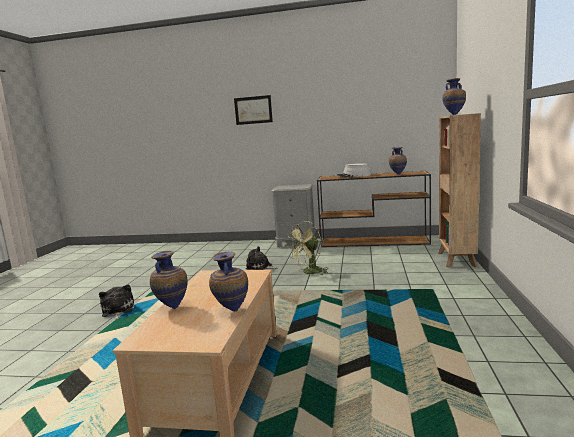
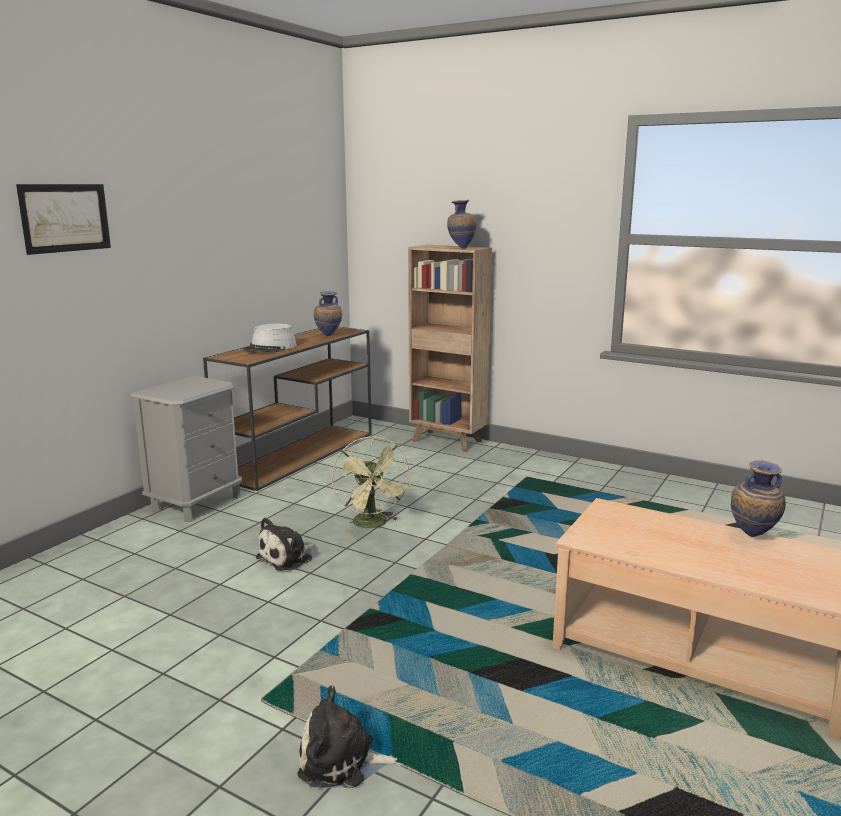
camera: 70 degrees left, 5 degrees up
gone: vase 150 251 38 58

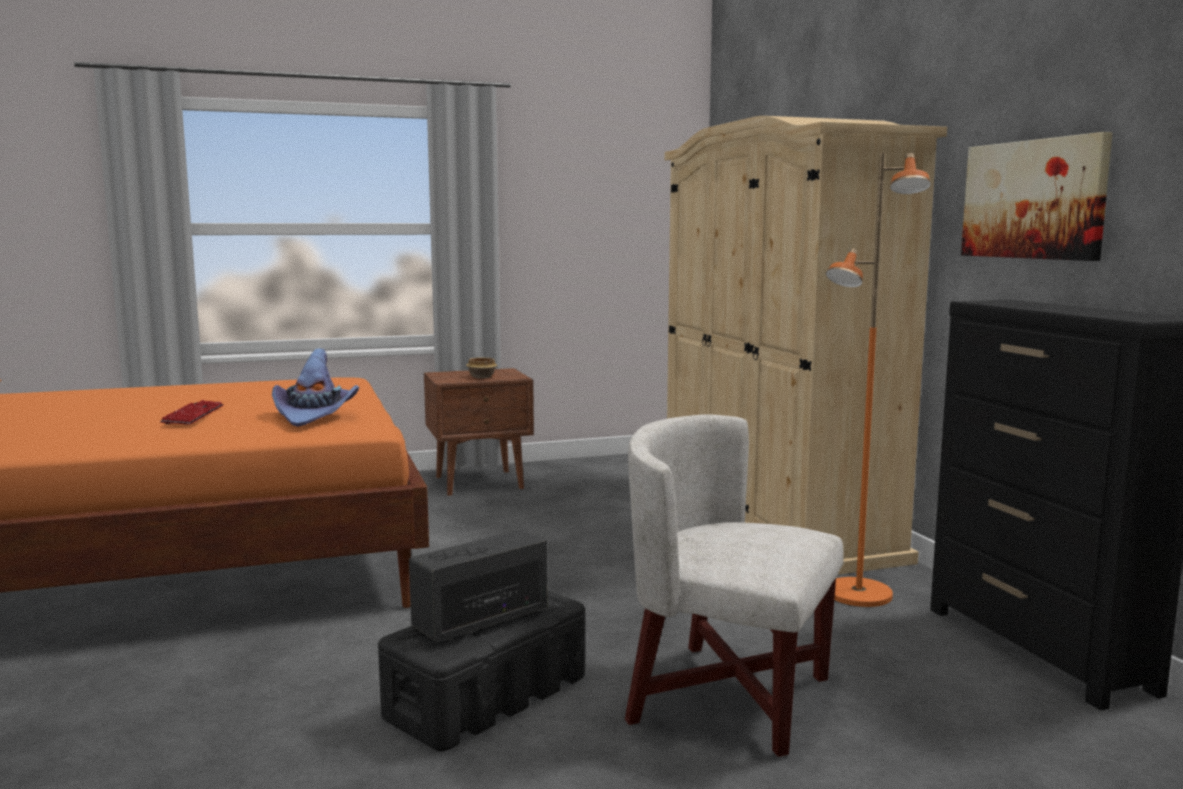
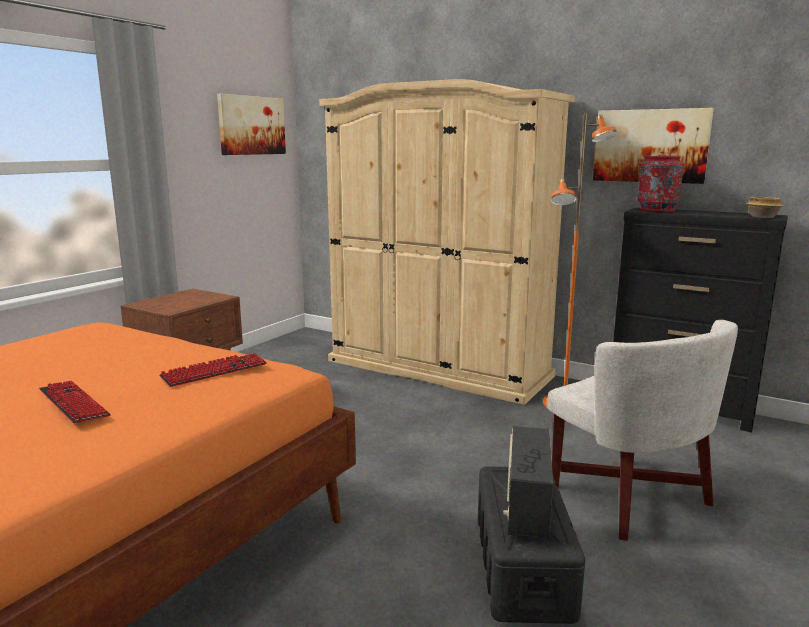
camera: 40 degrees left, 5 degrees up
new: picture 217 94 69 61; vase/red 637 155 48 57
shifted: bowl 466 357 31 21 to 746 197 37 21
swapped: hat/purple 272 349 88 78 to keyboard 159 353 108 34
rotated: armchair/white 625 414 219 343 = 547 320 191 221 105 degrees counterclockwise

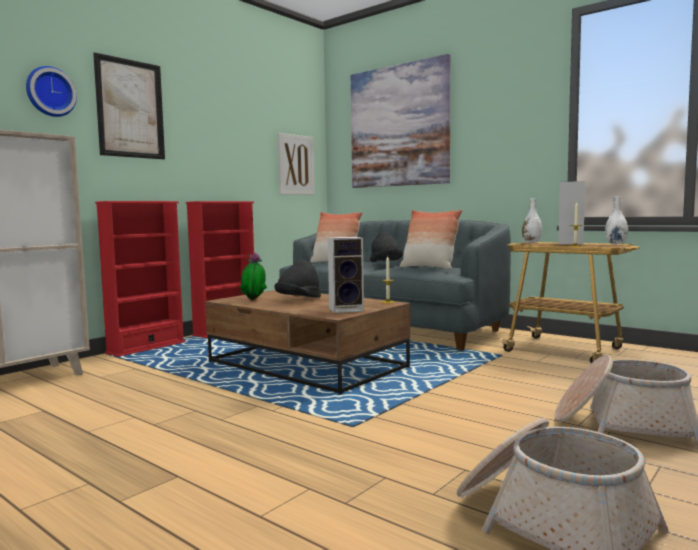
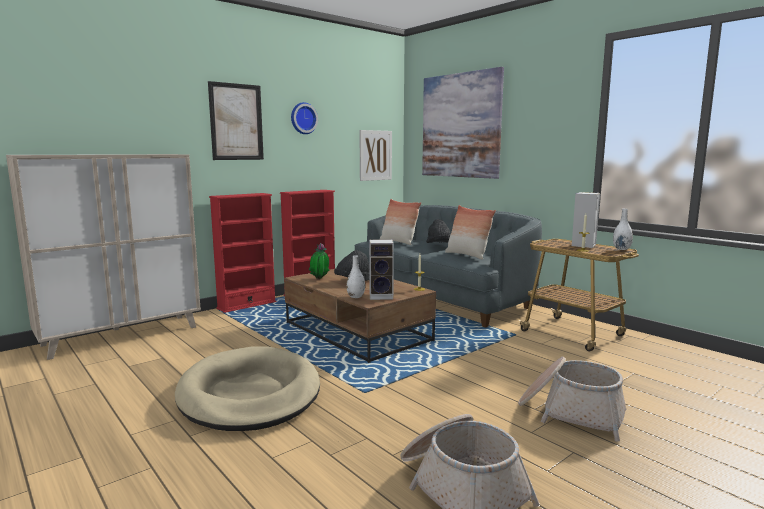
camera: 10 degrees right, 5 degrees up
new: dog bed/beige 175 346 145 85
shifted: wall clock 26 66 51 51 to 291 102 27 32; vase/white 522 199 20 44 to 346 255 19 43

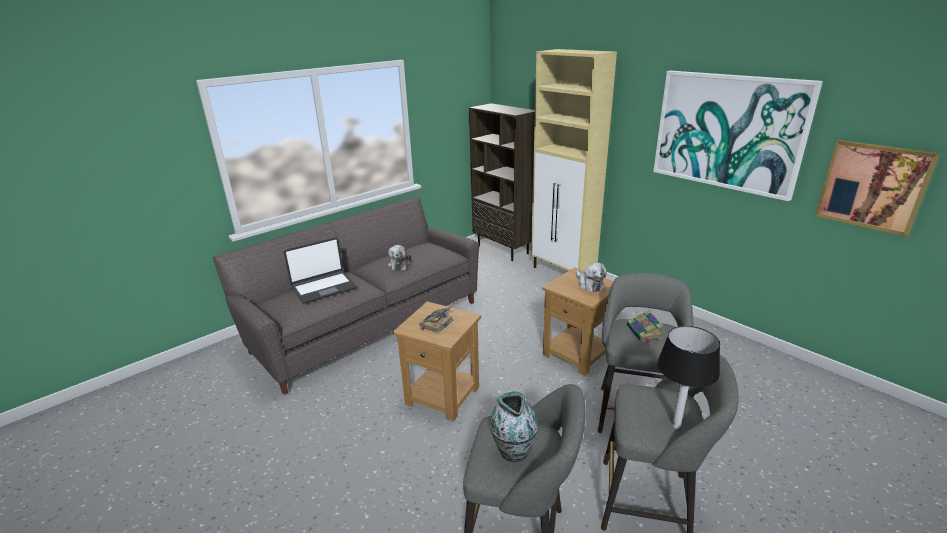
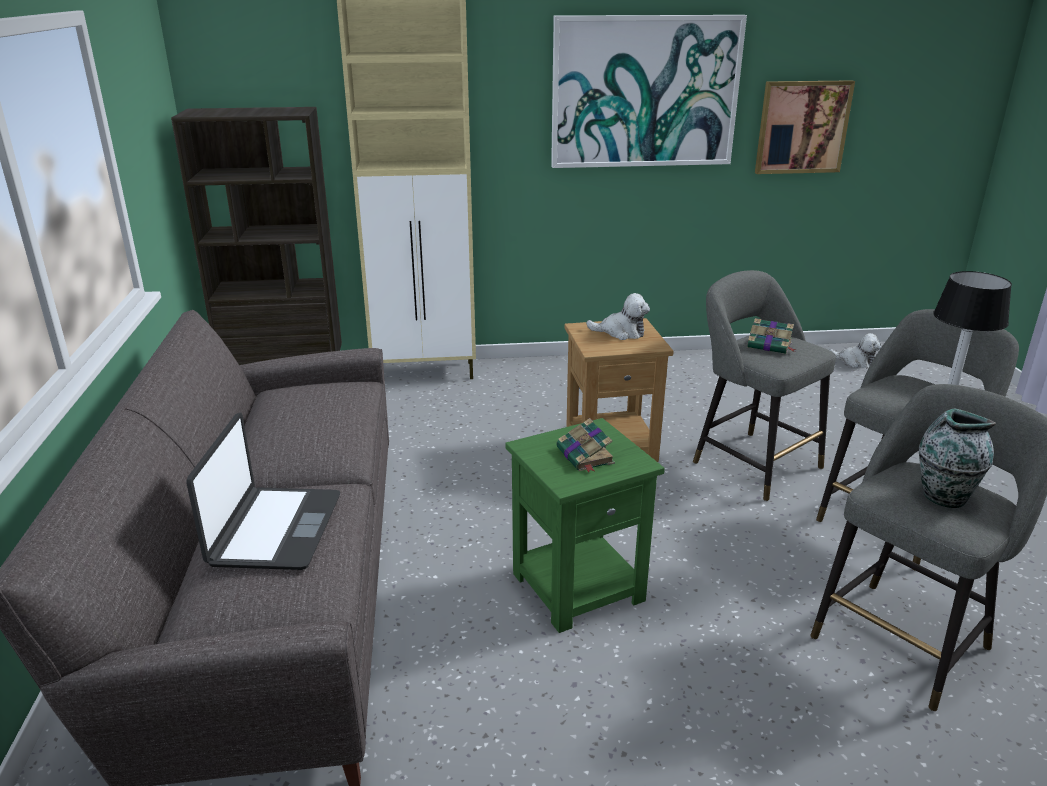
camera: 55 degrees left, 0 degrees up
shifted: plush toy 388 245 23 26 to 829 333 52 35
repainted: side table/brown 393 302 88 120 to side table/green 505 418 160 215

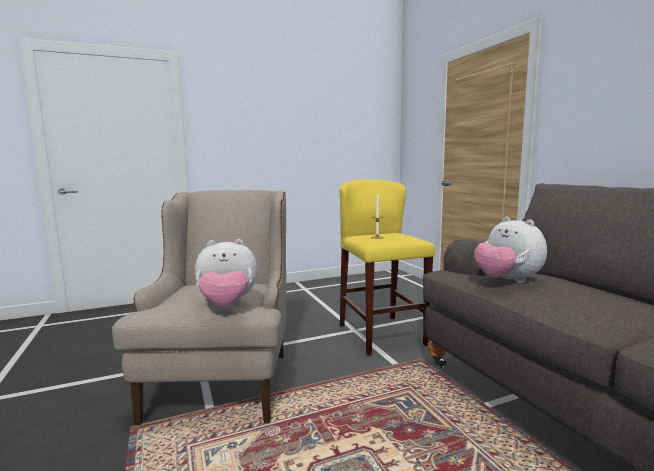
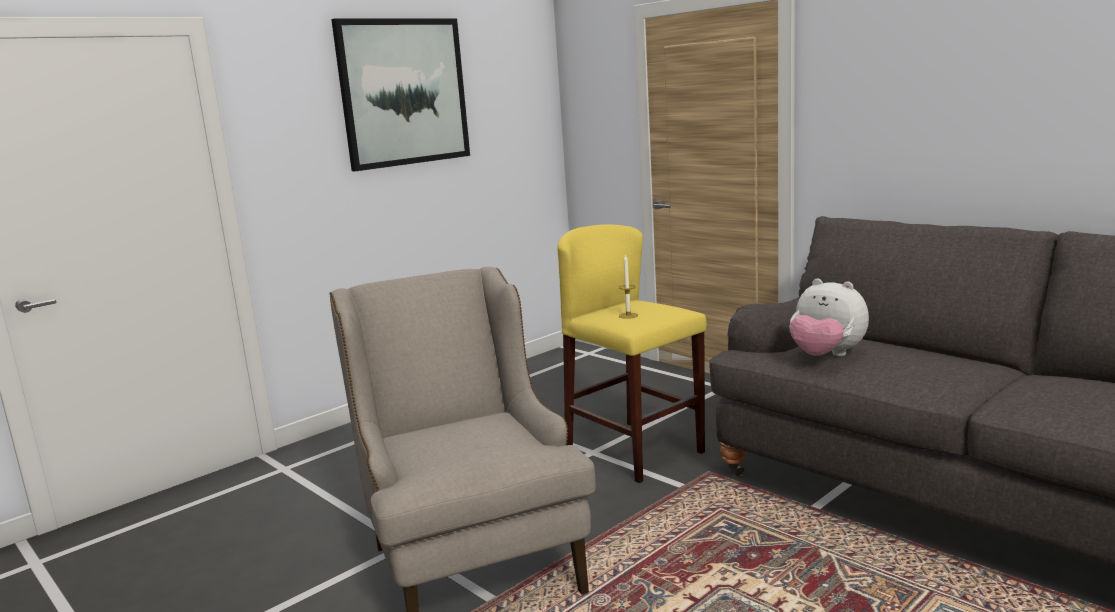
camera: 20 degrees left, 5 degrees up
gone: plush toy 195 239 63 68
new: picture 331 18 139 153

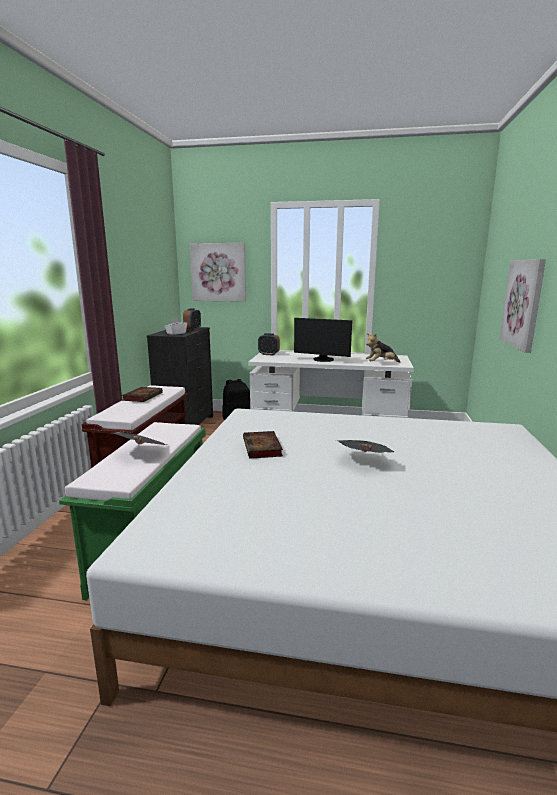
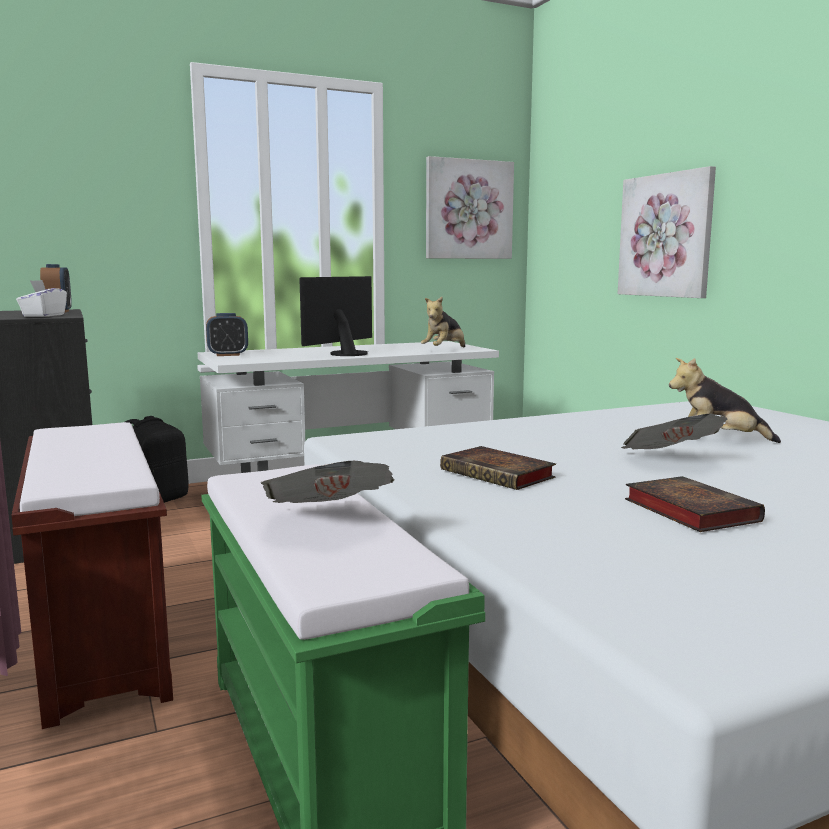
camera: 35 degrees left, 5 degrees down
new: plush toy 669 358 112 85
shifted: picture 190 243 56 59 to 426 156 88 103; book 122 387 41 15 to 625 476 140 56
rotated: monitor 294 318 58 44 = 299 276 73 80 135 degrees clockwise

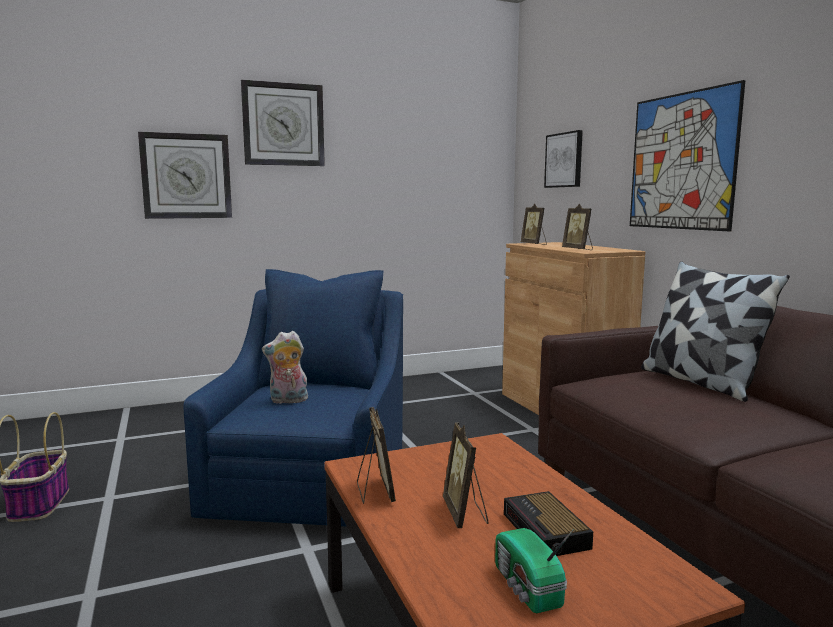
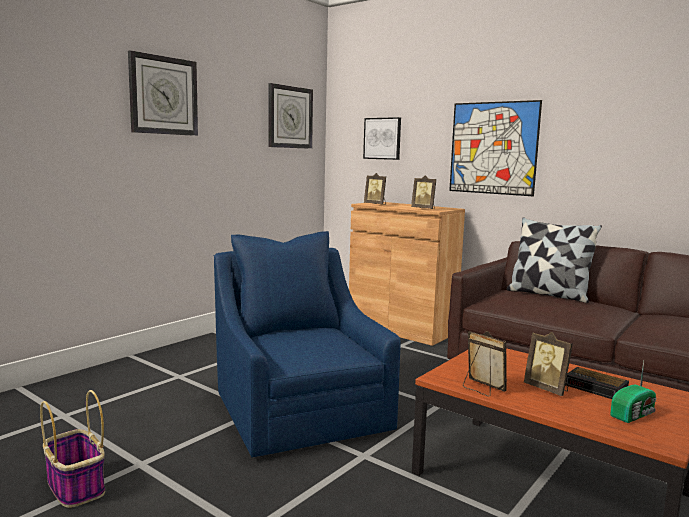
camera: 30 degrees left, 0 degrees up
gone: plush toy 262 331 46 73
shifted: wall clock 138 132 94 87 to 269 83 44 66
rotated: radio 495 528 79 85 = 610 361 46 62 75 degrees counterclockwise

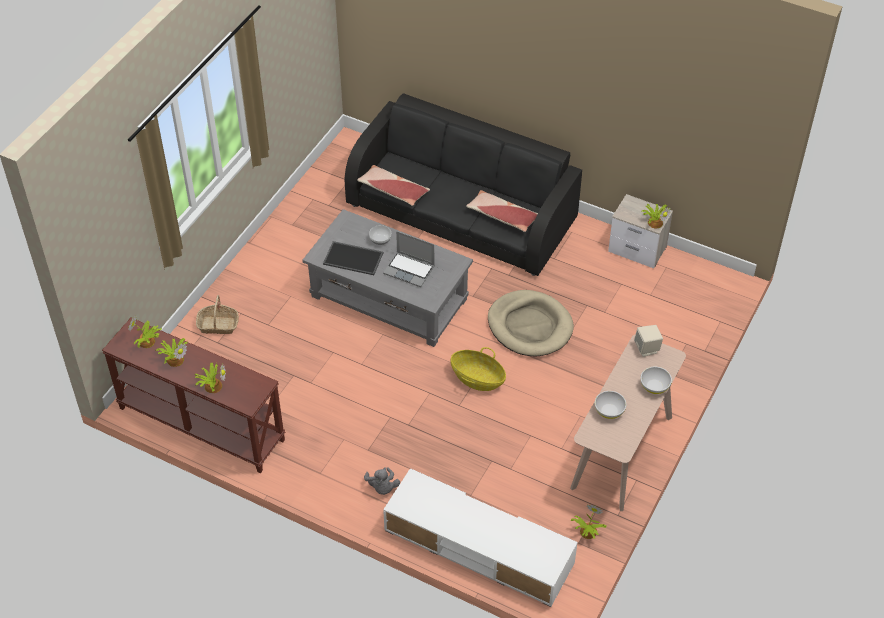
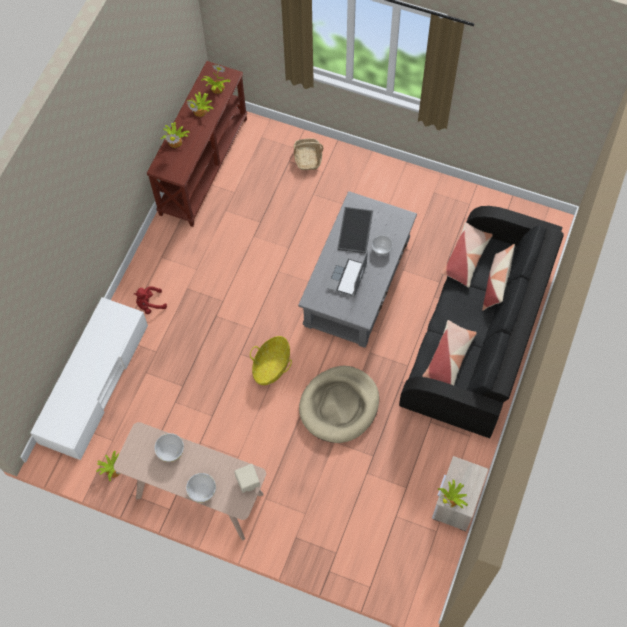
camera: 85 degrees right, 15 degrees up
new: pillow 482 244 33 67
repainted: plush toy/grey 364 467 36 28 to plush toy/red 134 286 33 28

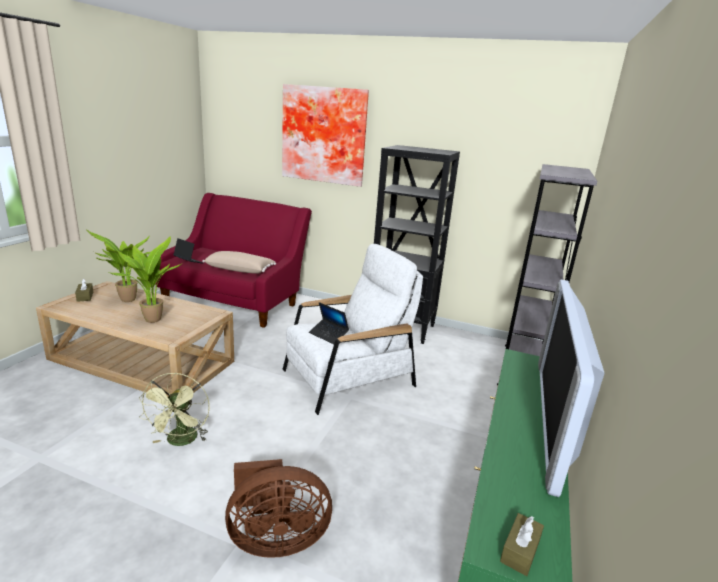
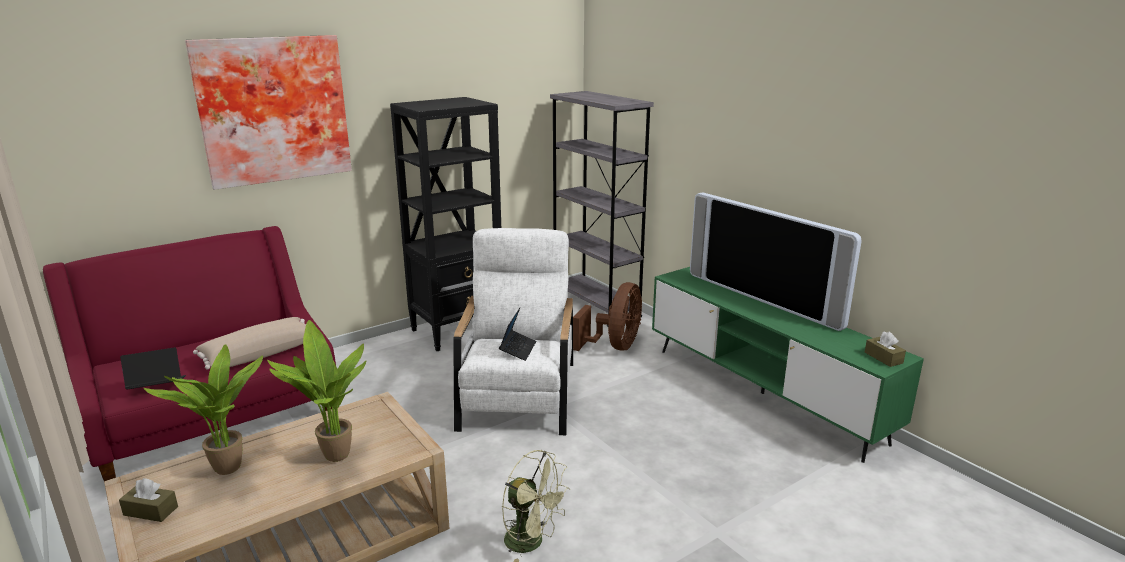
camera: 55 degrees left, 0 degrees up
shifted: fan/brown 225 459 107 99 to 573 282 69 69
rotated: laptop 309 302 40 42 = 499 308 37 53 60 degrees counterclockwise

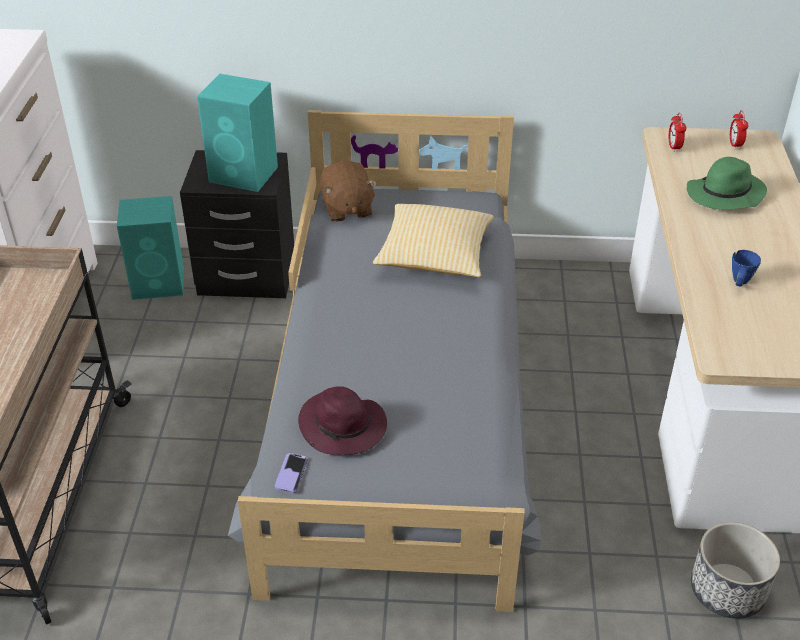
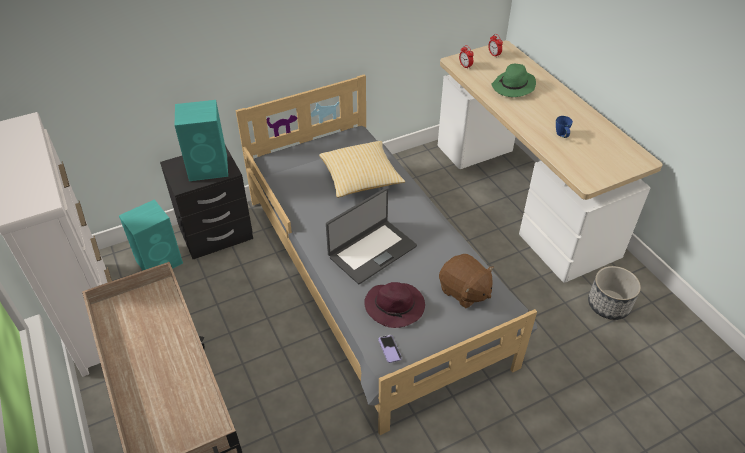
camera: 30 degrees left, 5 degrees up
new: laptop 326 188 91 96
shifted: plush toy/brown 320 161 57 61 to 439 254 55 54

